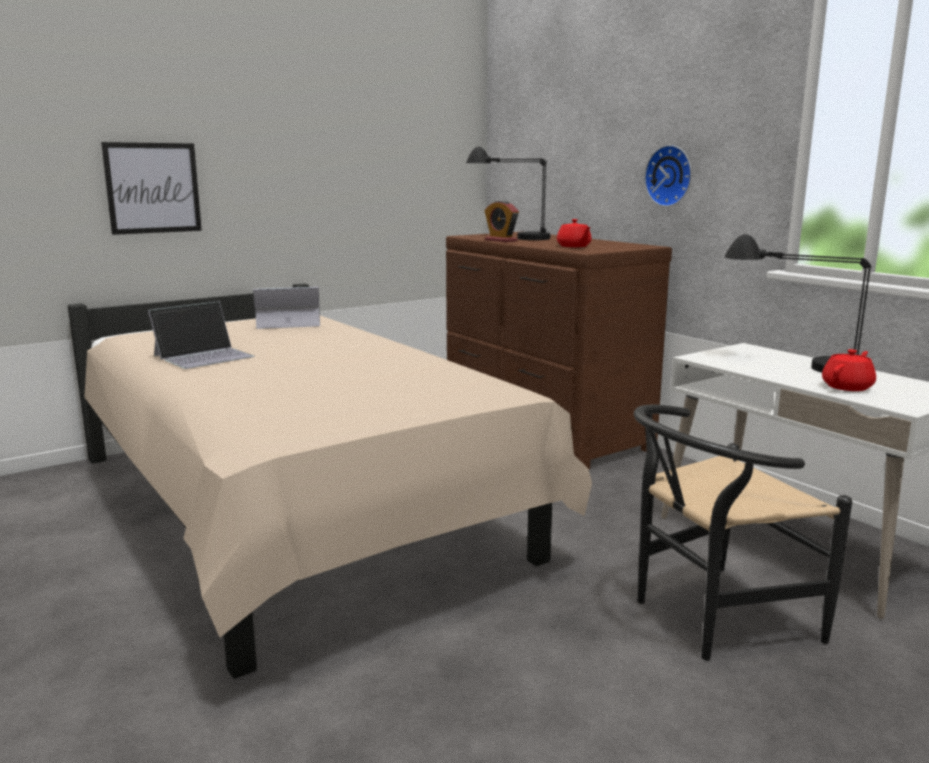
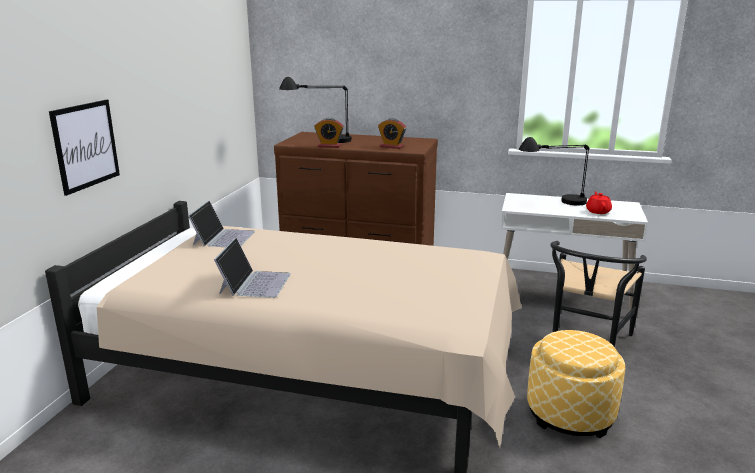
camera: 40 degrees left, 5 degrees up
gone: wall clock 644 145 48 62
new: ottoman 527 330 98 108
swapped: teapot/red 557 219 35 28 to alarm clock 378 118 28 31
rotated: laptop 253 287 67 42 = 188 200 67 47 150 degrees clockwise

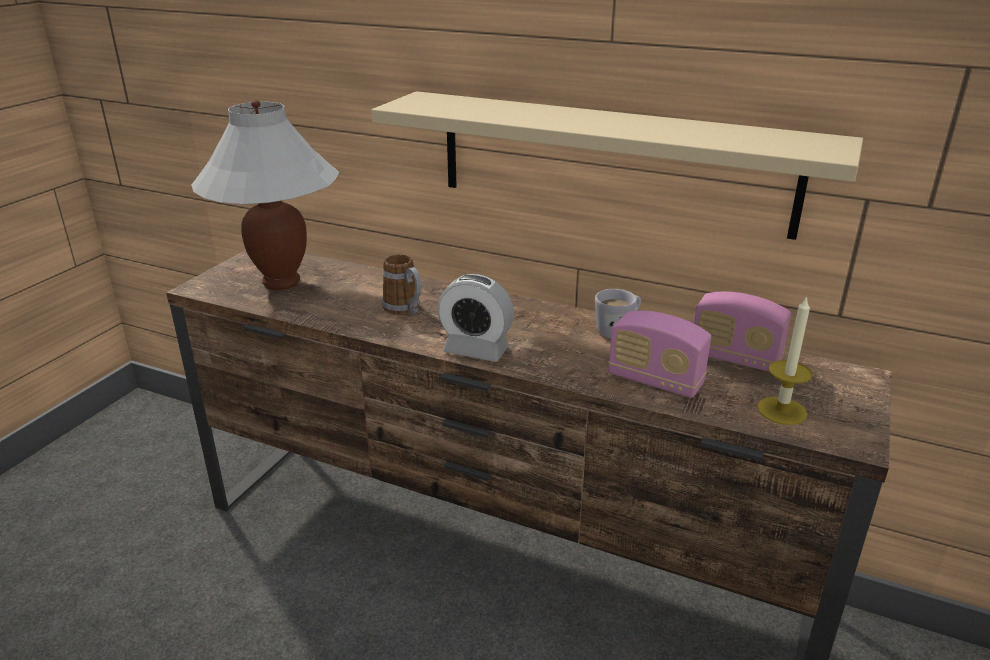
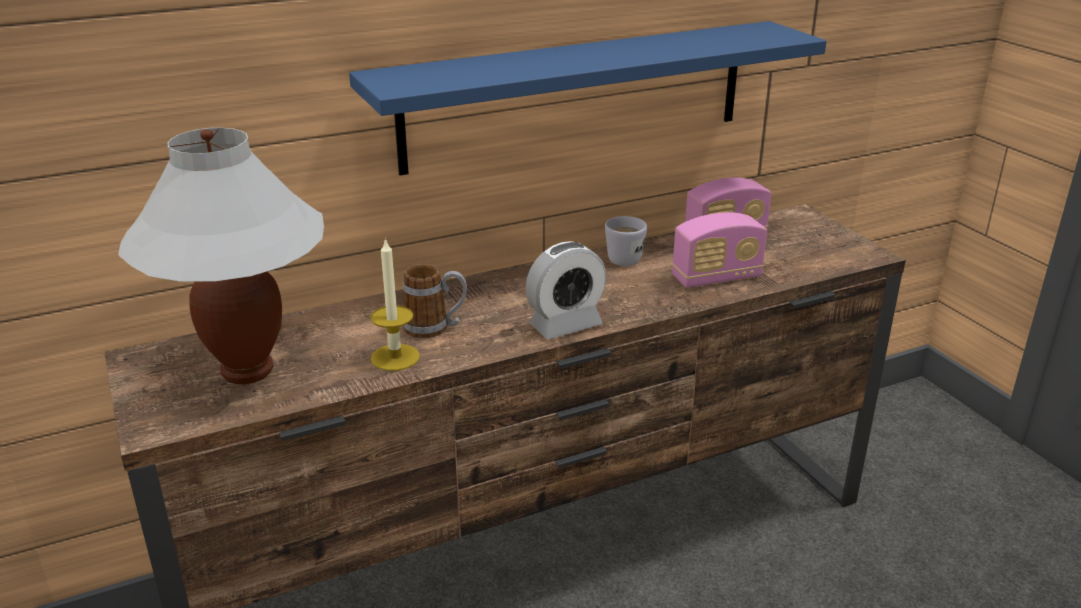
camera: 50 degrees left, 0 degrees up
shifted: candle 757 295 56 130 to 370 238 50 133
repainted: shelf/beige 371 91 492 149 to shelf/blue 349 21 478 155

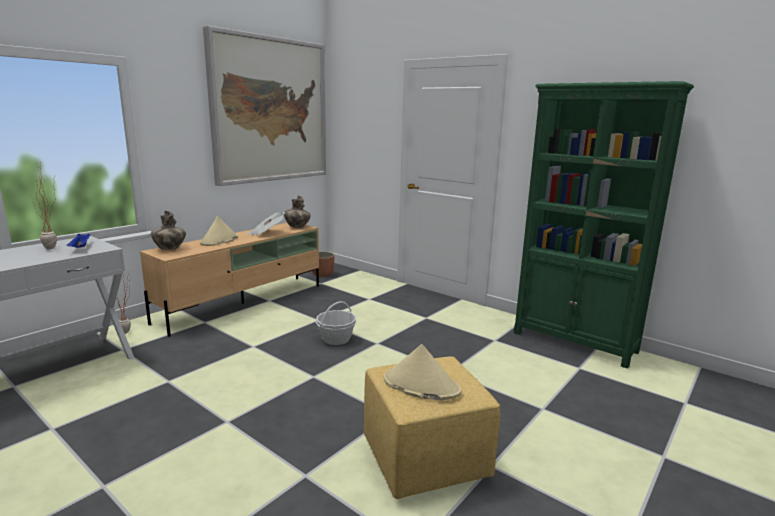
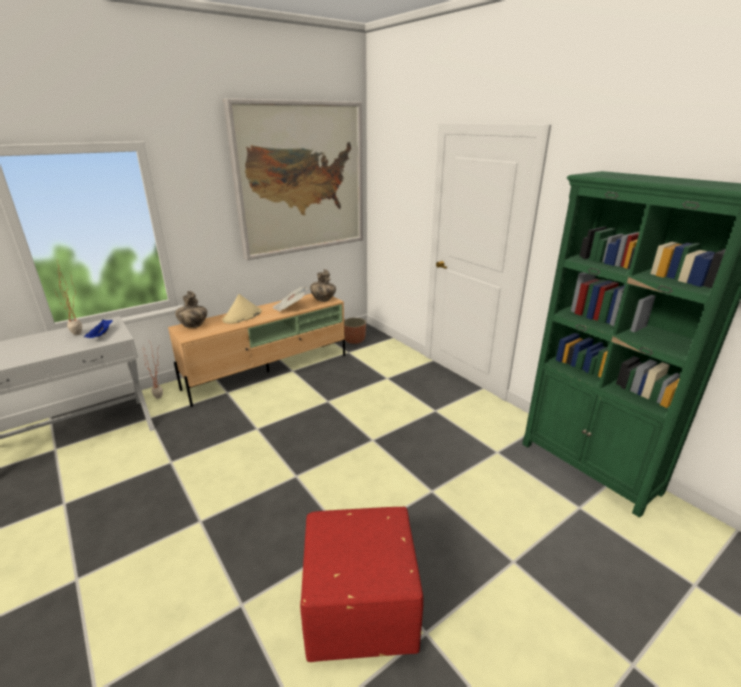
camera: 15 degrees right, 10 degrees up
gone: basket 316 301 40 44; hat/beige 384 344 78 56
repainted: ottoman/yellow 364 356 136 143 to ottoman/red 300 506 123 156

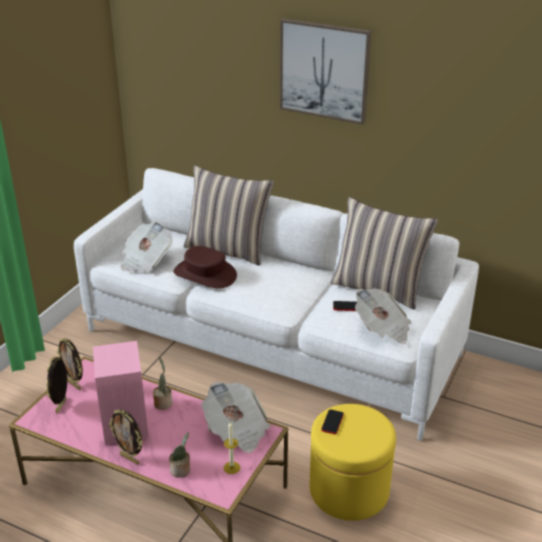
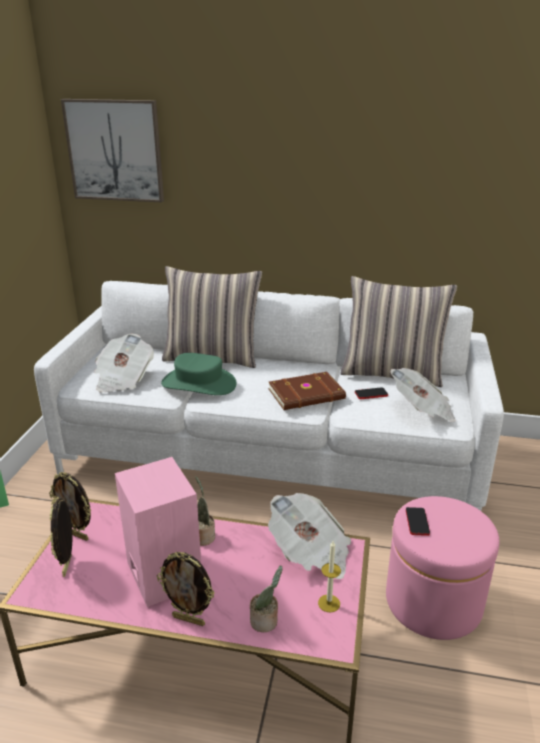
camera: 15 degrees left, 5 degrees down
new: book/brown 268 372 78 38
shifted: picture 280 18 91 107 to 61 99 103 103
repainted: hat/brown 173 246 64 42 to hat/green 161 353 76 42; ottoman/yellow 310 404 86 117 to ottoman/pink 386 496 113 144

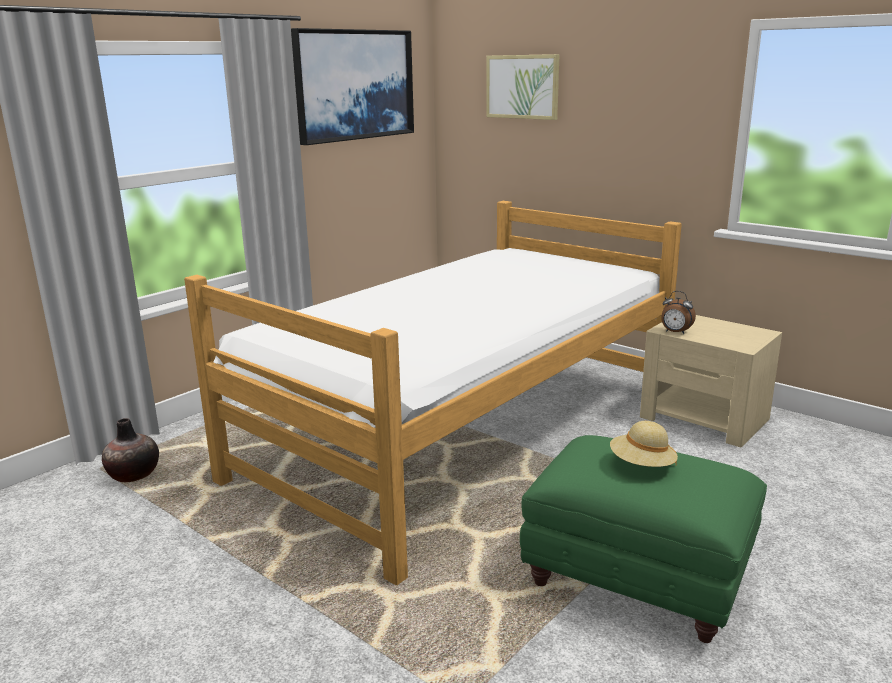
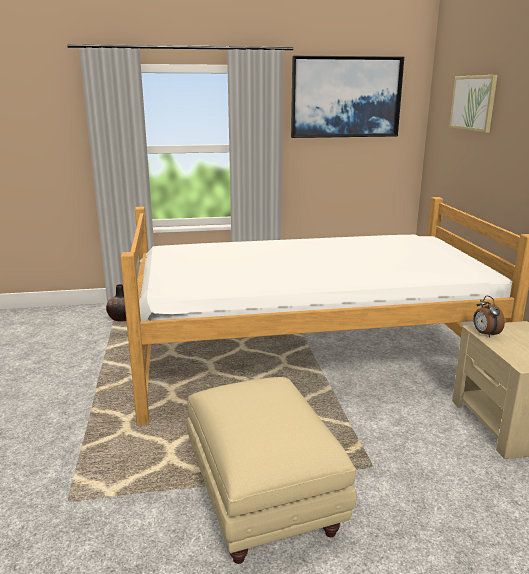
camera: 40 degrees right, 0 degrees up
gone: hat/beige 610 421 68 46
repainted: ottoman/green 520 435 247 208 to ottoman/beige 187 377 170 187

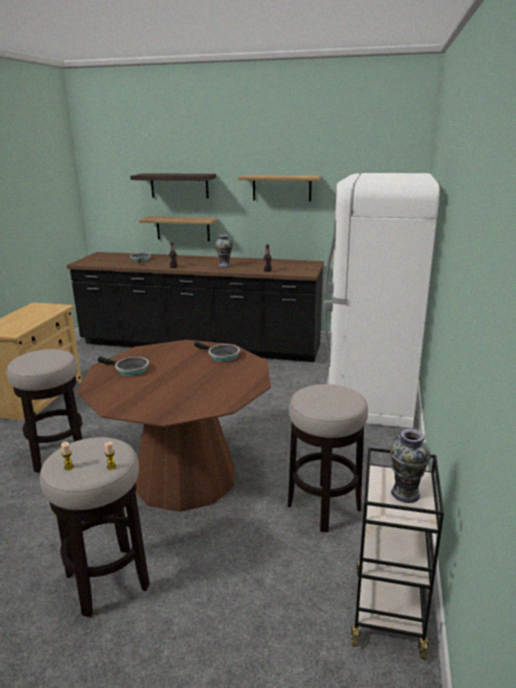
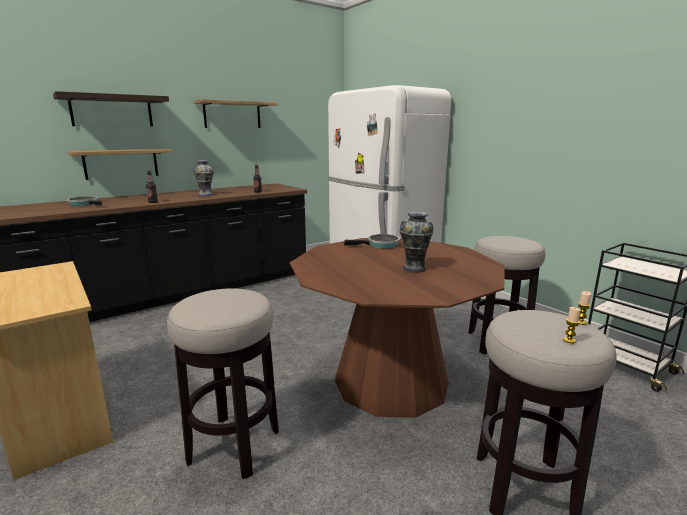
camera: 50 degrees left, 5 degrees down
gone: frying pan 98 357 51 19
shifted: vase 390 429 41 74 to 400 212 33 60

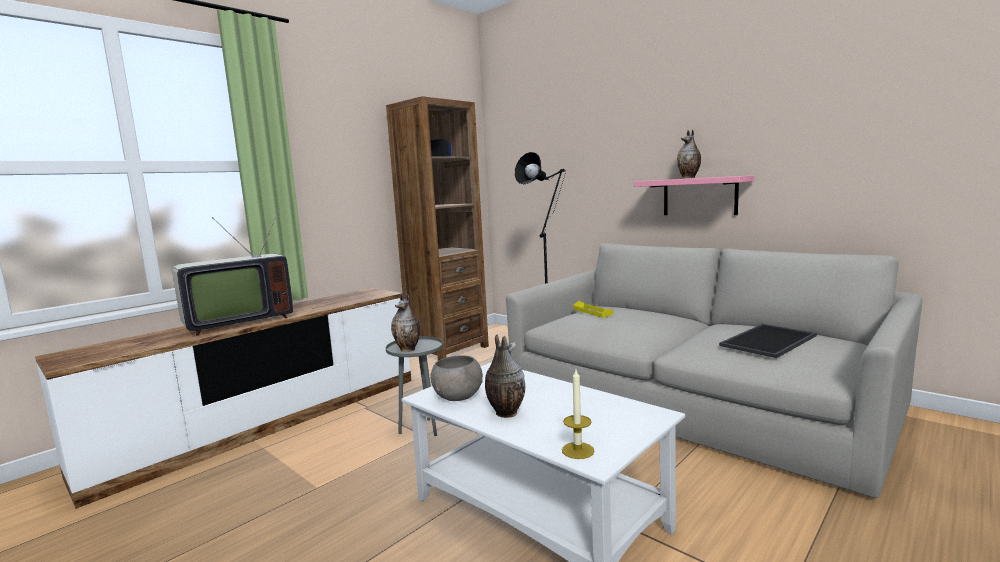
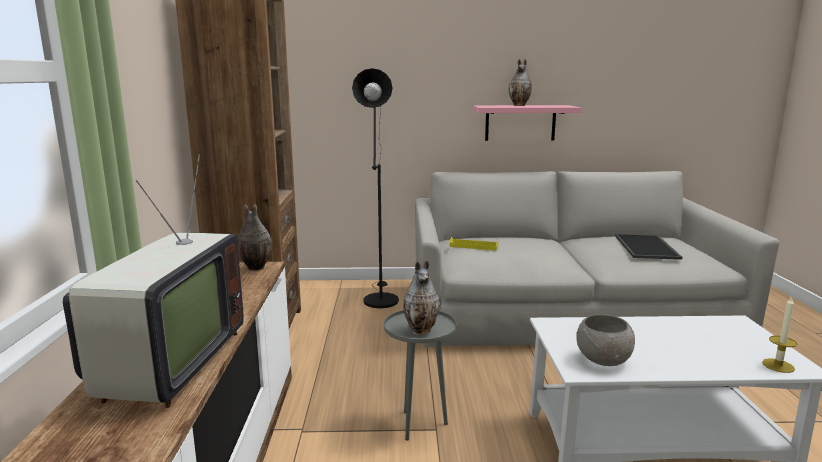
camera: 45 degrees left, 5 degrees up
shifted: vase 485 335 40 83 to 237 204 35 67

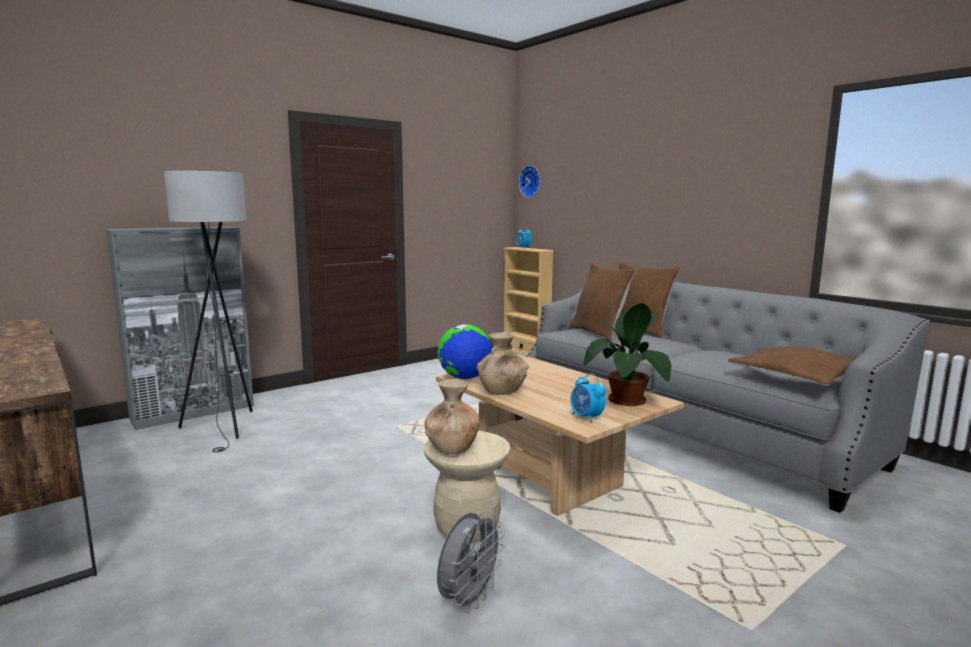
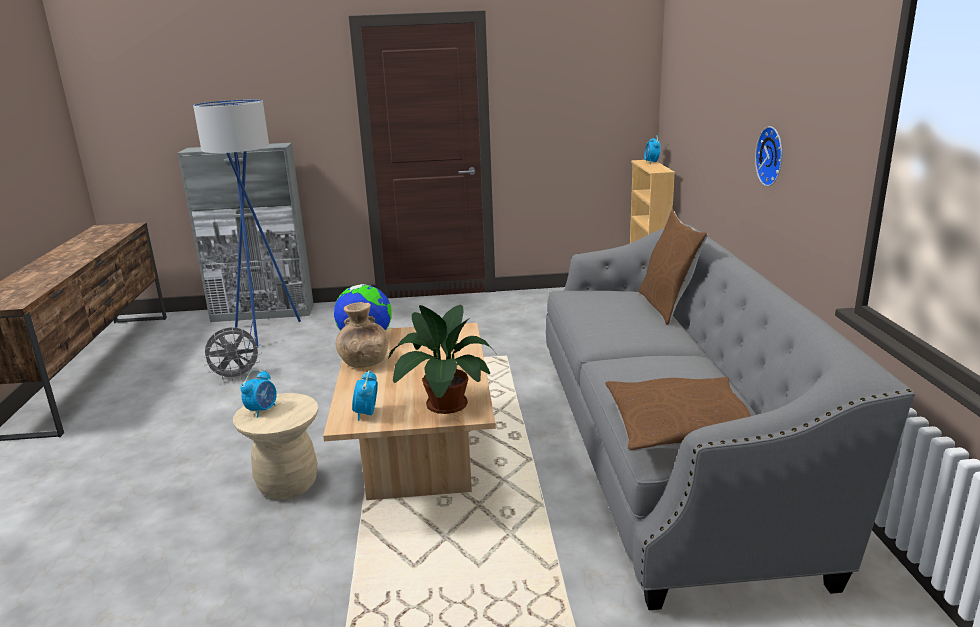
camera: 35 degrees right, 10 degrees up
gone: pillow/brown 570 262 67 79
shifted: wall clock 519 166 21 32 to 755 126 28 60; fan/grey 437 512 68 101 to 202 327 60 54
swapped: vase/brown 424 379 56 75 to alarm clock 241 370 36 48
repainted: floor lamp/grey 164 171 89 281 to floor lamp/blue 193 100 108 255

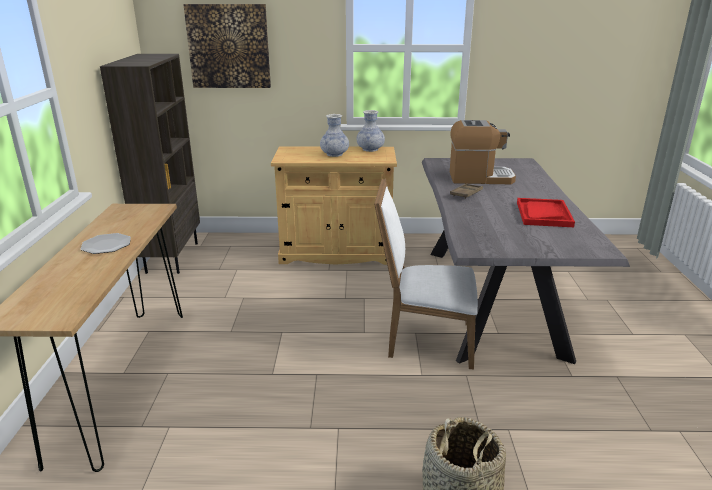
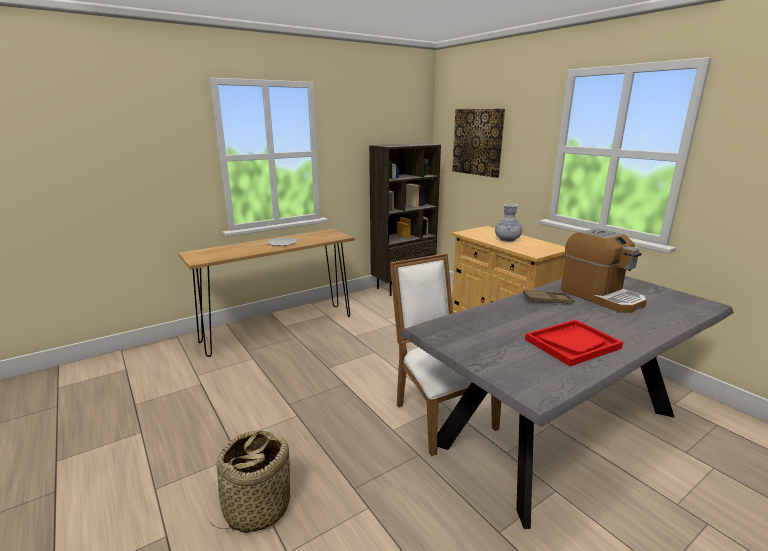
camera: 55 degrees right, 5 degrees down
gone: vase 356 110 29 42

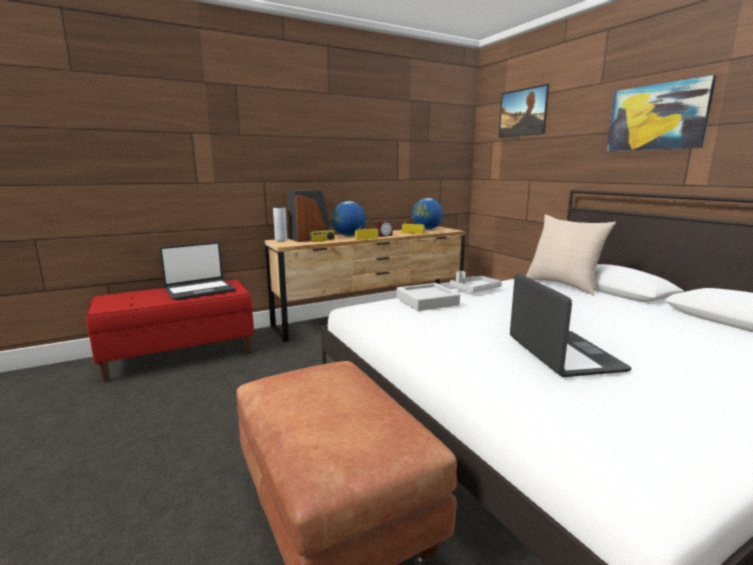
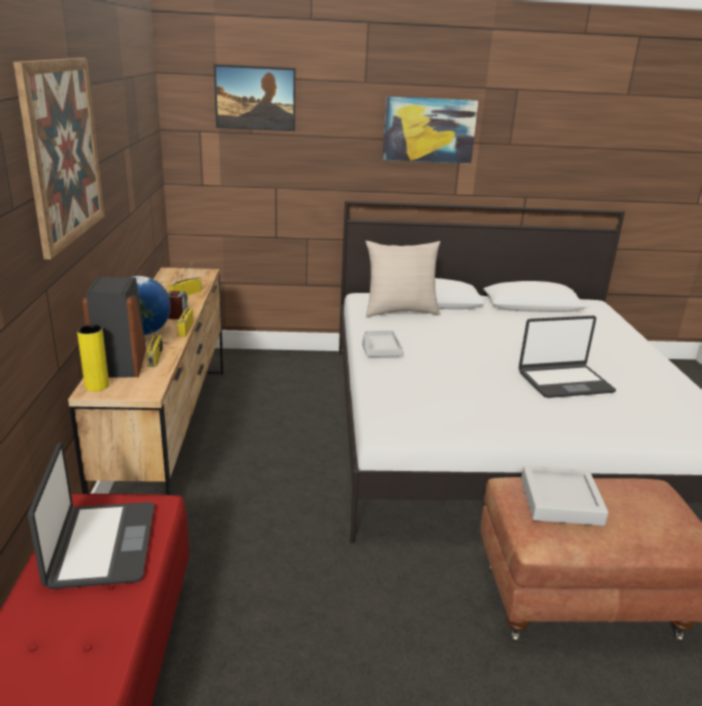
camera: 65 degrees left, 10 degrees up
gone: globe 412 198 31 32
new: picture 13 58 91 202
shifted: tray/grey 397 283 63 28 to 521 466 87 60
repainted: vase/grey 273 207 14 34 to vase/yellow 77 325 32 67
rotated: laptop 510 273 121 104 = 519 316 97 82 150 degrees clockwise

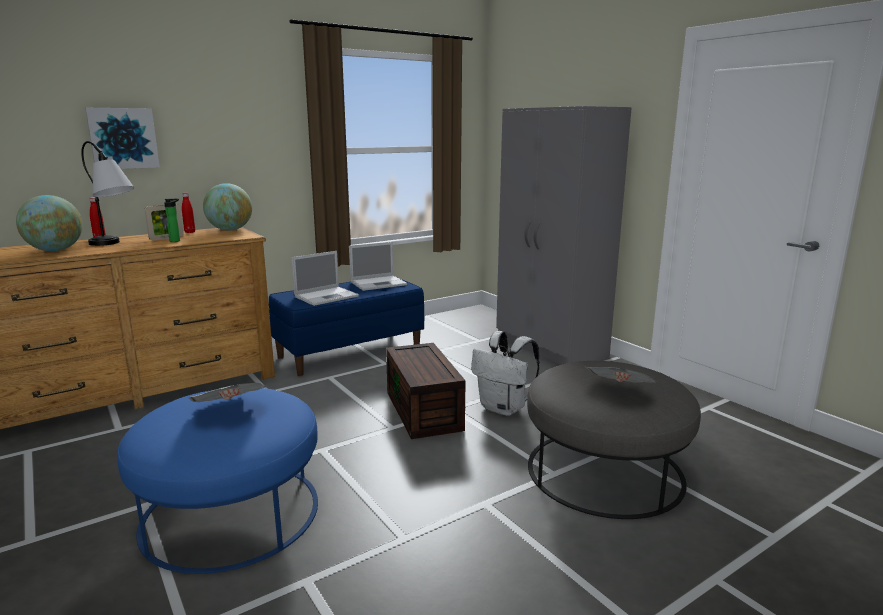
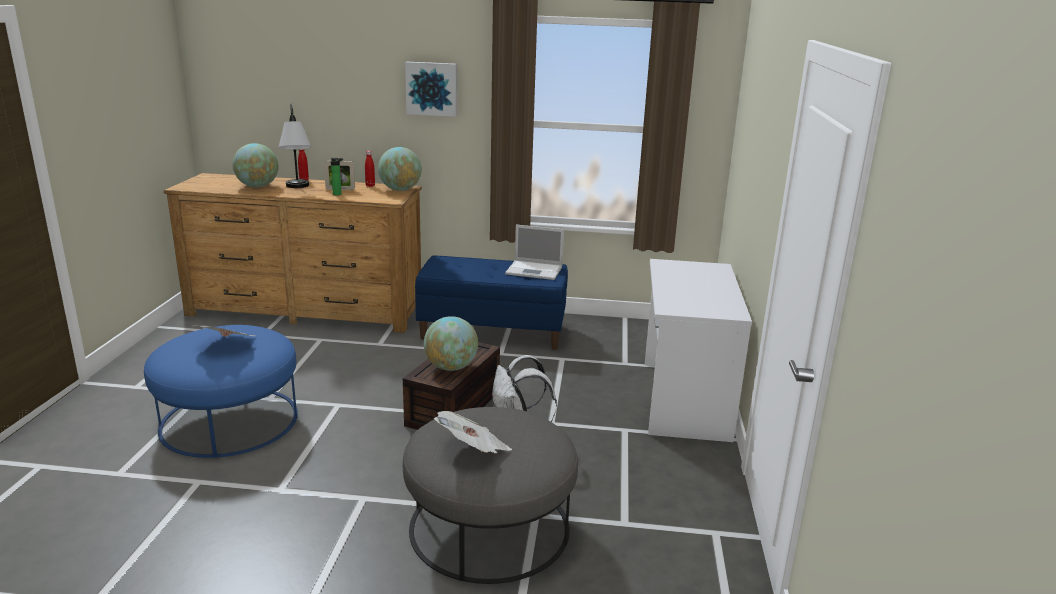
camera: 40 degrees right, 5 degrees up
gone: laptop 291 251 68 55
new: globe 424 316 54 55
shifted: picture 85 108 75 61 to 405 62 52 55
swapped: wardrobe/grey 496 106 136 259 to desk/white 645 259 107 183

